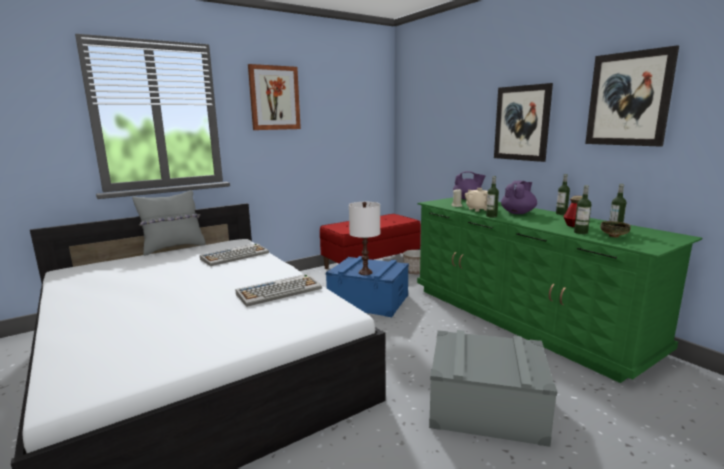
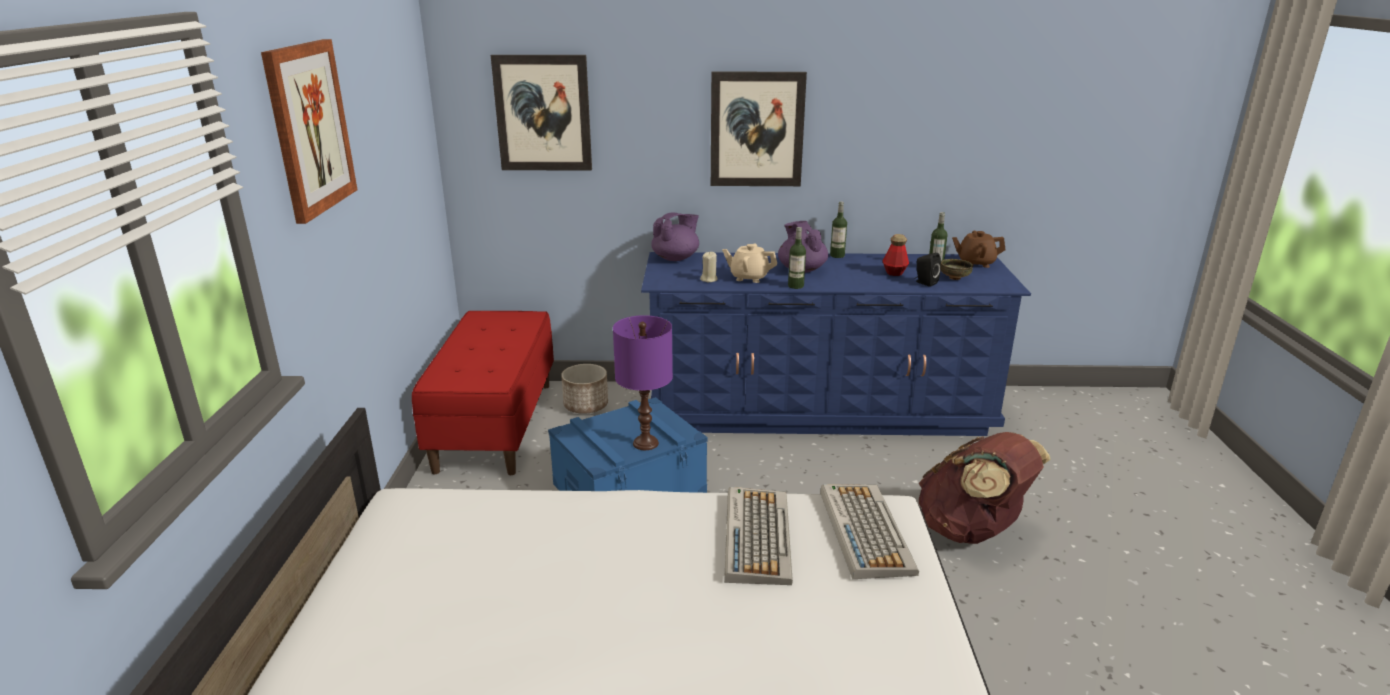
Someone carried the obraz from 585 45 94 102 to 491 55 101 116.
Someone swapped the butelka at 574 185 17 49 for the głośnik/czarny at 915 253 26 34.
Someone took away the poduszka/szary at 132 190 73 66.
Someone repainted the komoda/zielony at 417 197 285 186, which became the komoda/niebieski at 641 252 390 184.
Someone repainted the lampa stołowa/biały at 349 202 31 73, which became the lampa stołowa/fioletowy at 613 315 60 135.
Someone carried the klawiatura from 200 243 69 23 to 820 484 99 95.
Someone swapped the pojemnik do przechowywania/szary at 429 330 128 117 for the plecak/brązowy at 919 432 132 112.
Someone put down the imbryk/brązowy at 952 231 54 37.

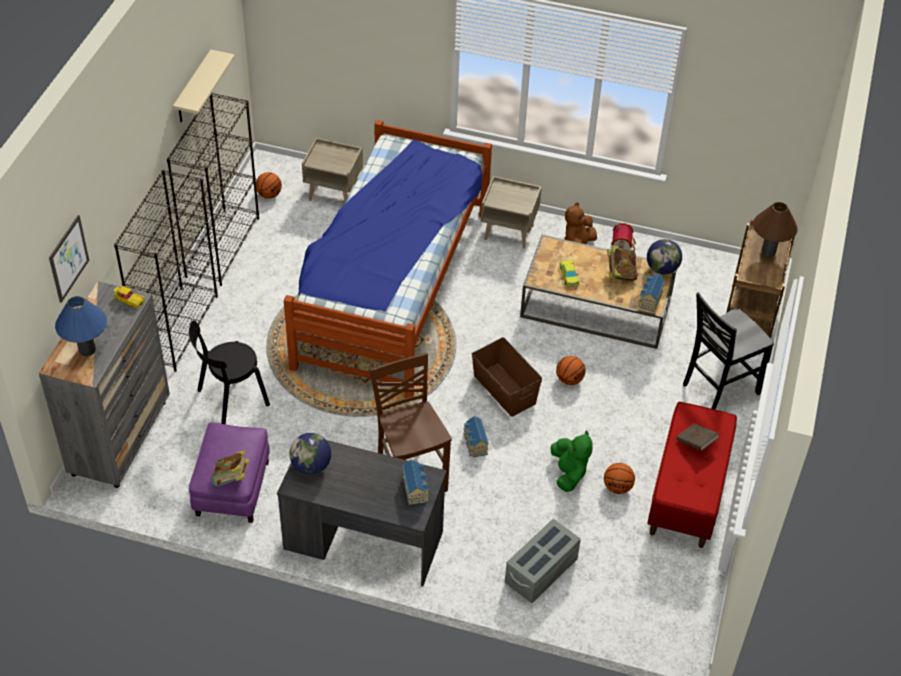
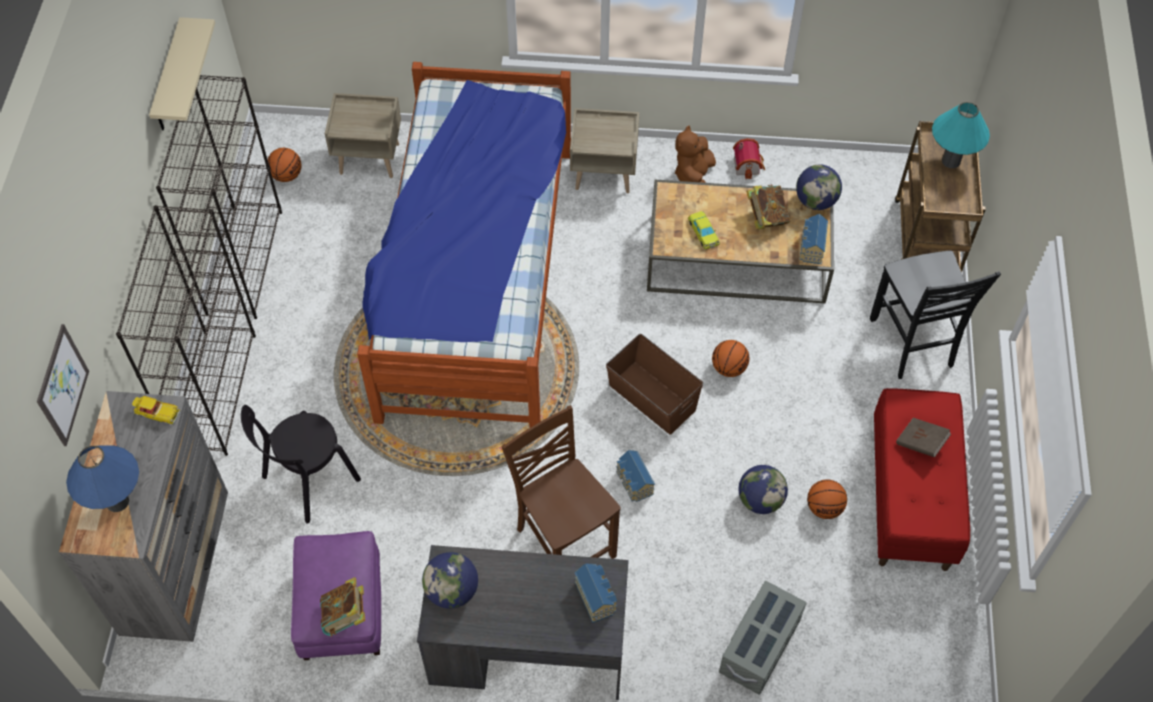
Someone repainted the lampa stołowa/brązowy at 753 202 45 54, which became the lampa stołowa/turkusowy at 932 102 58 66.
Someone rotated the krzesło/czarny at 683 292 91 117 by 60 degrees counterclockwise.
Someone swapped the pluszak/zielony at 551 431 42 61 for the globus at 738 465 50 49.

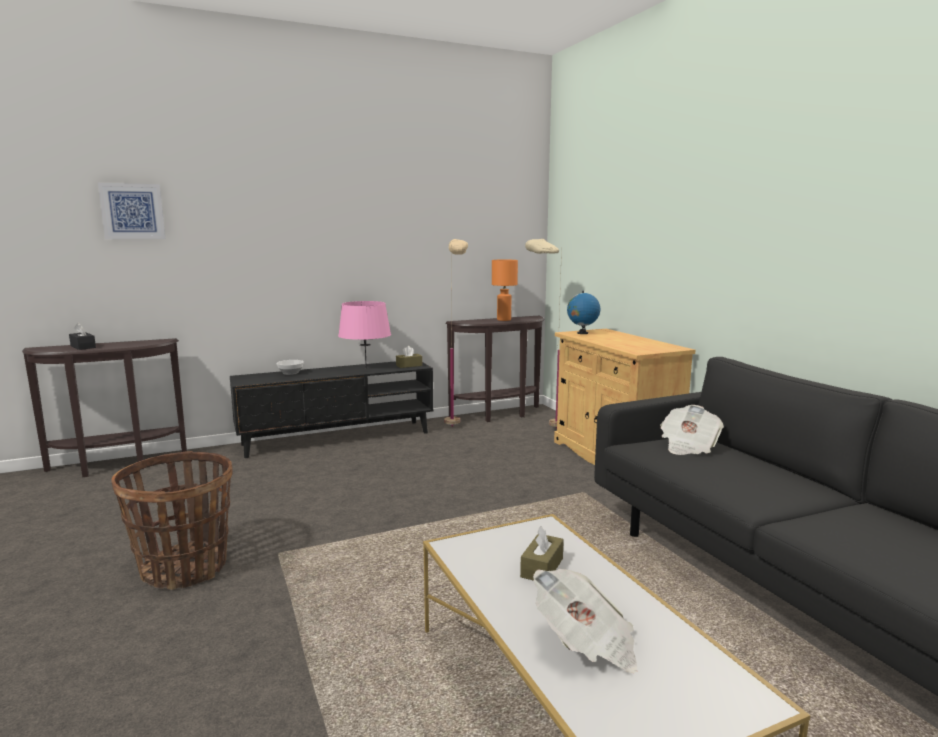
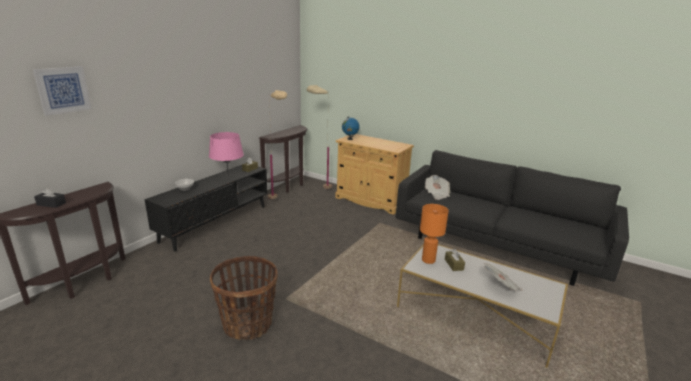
Someone carried the lampa stołowa/pomarańczowy from 492 260 26 61 to 420 204 29 60.

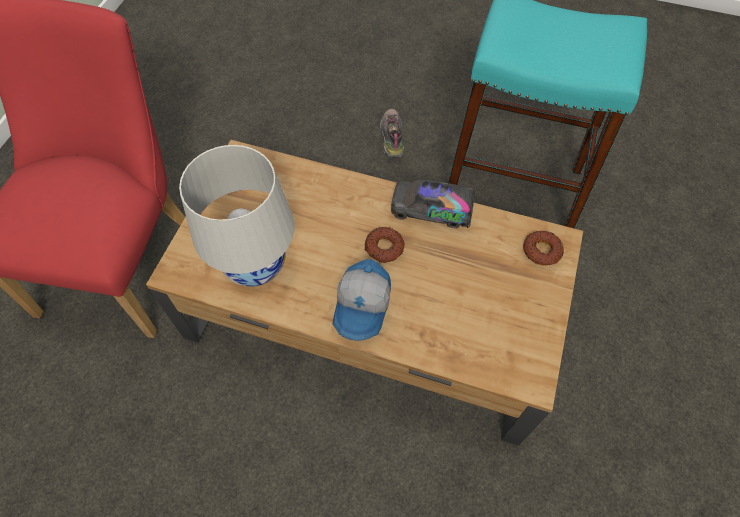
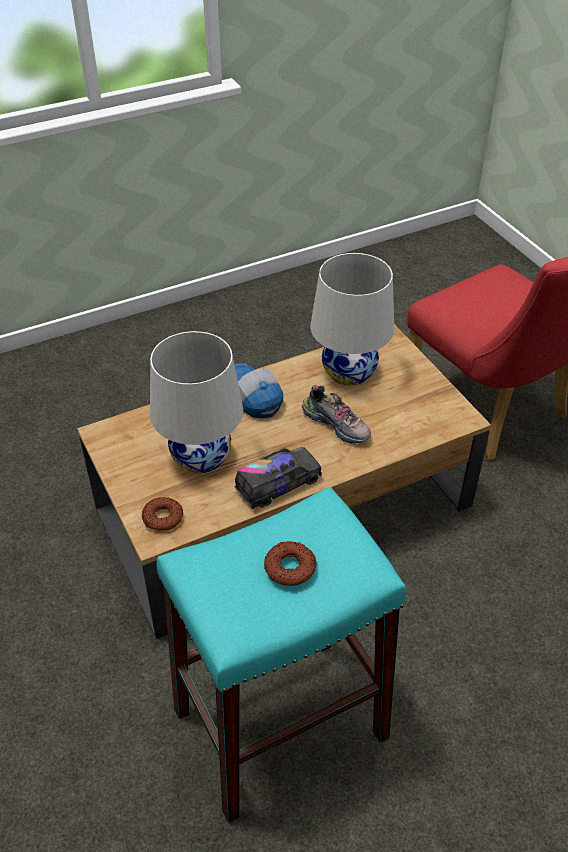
Someone carried the but from 379 109 25 49 to 302 385 69 59.
Someone carried the donut from 364 227 41 36 to 264 541 53 45.
Someone put down the lampa stołowa/biały at 150 331 93 142.

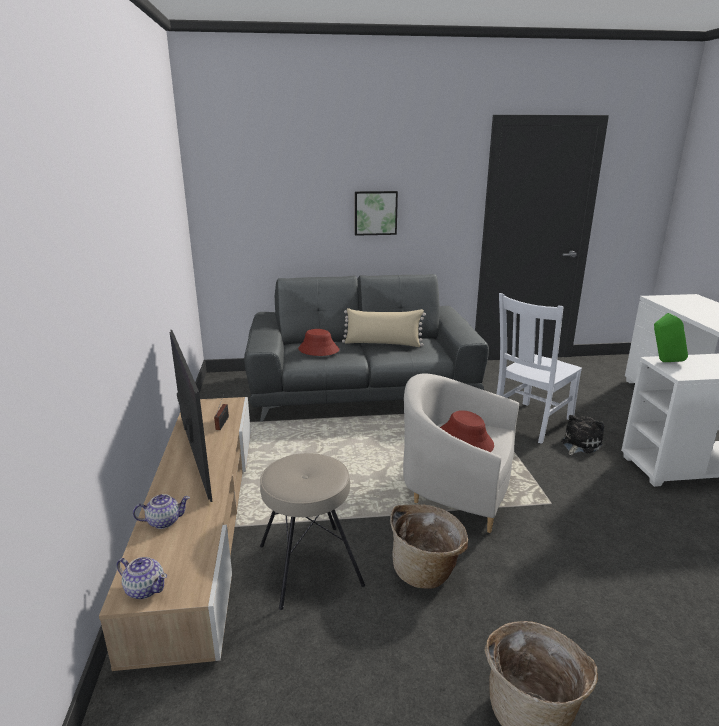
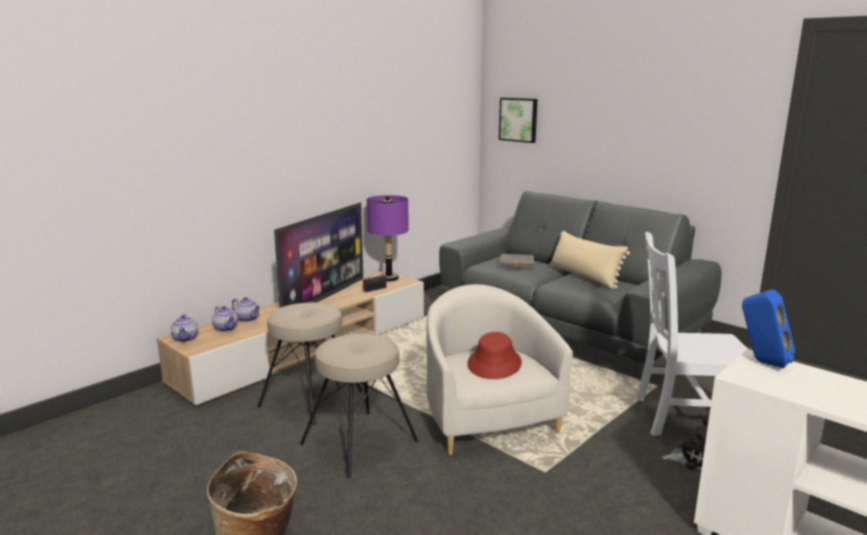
Someone carried the obraz from 355 191 43 45 to 499 98 38 45.
Someone repainted the głośnik/zielony at 654 313 34 49, which became the głośnik/niebieski at 742 289 53 79.
Someone swapped the kapelusz/czerwony at 298 329 41 27 for the książka/szary at 499 254 35 14.
Someone swapped the koszyk at 390 504 78 85 for the stołek/beżowy at 300 334 118 144.
Someone put down the lampa stołowa/fioletowy at 367 195 42 86.
Someone put down the imbryk at 212 306 26 26.

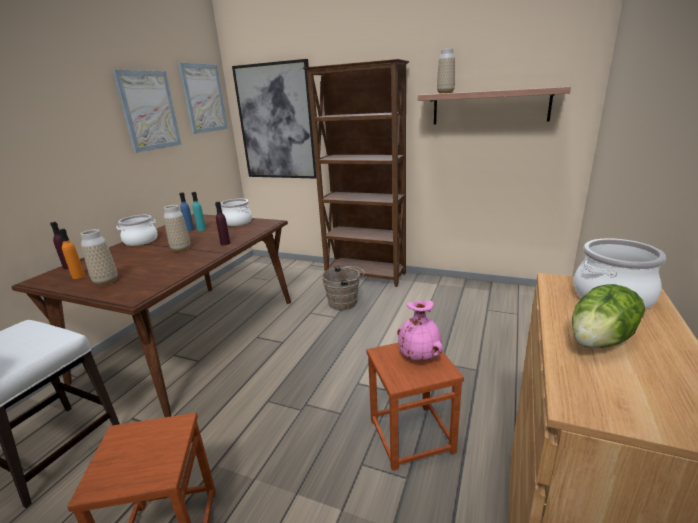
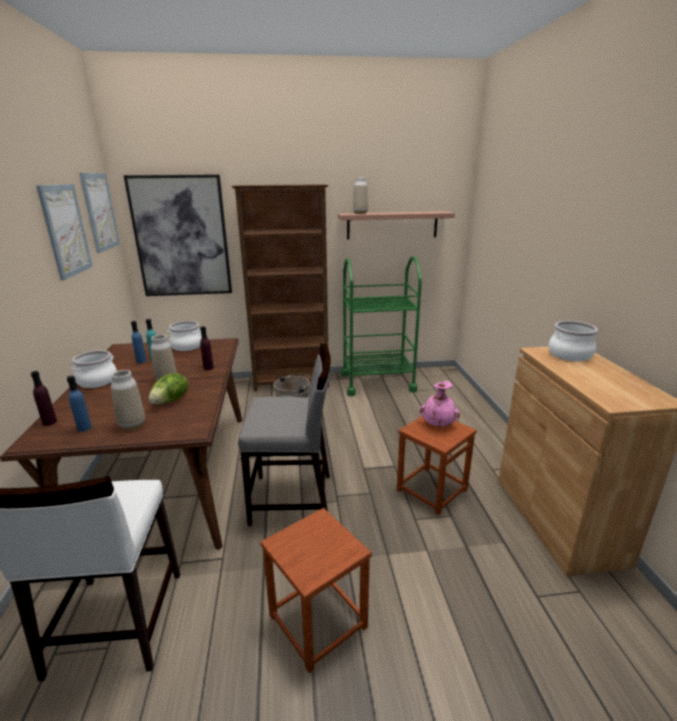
Someone repainted the butelka/pomarańczowy at 59 229 26 50, which became the butelka/niebieski at 67 376 25 56.
Someone carried the sałata from 572 284 73 64 to 149 373 39 32.
Someone put down the wózek/zielony at 341 256 81 140.
Someone put down the krzesło/szary at 238 344 92 182.

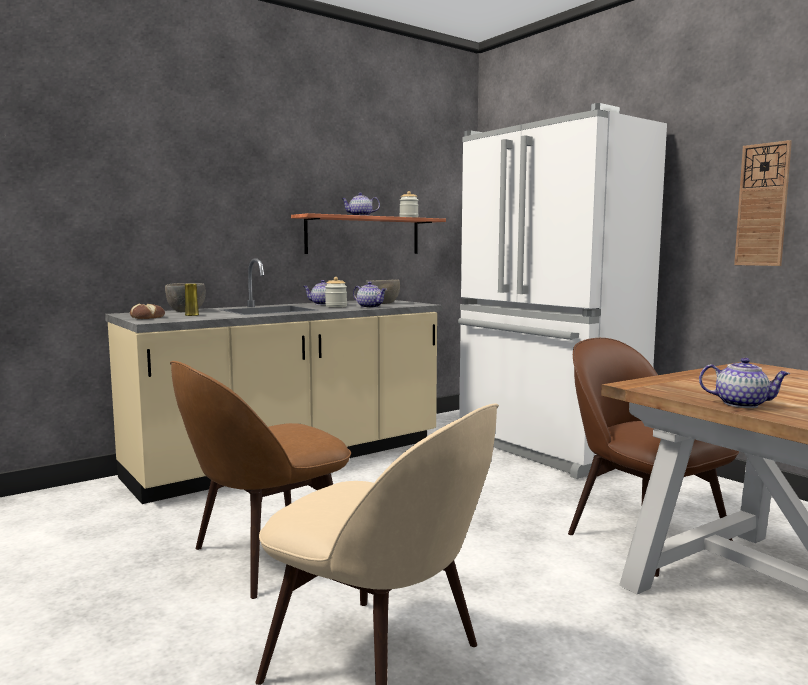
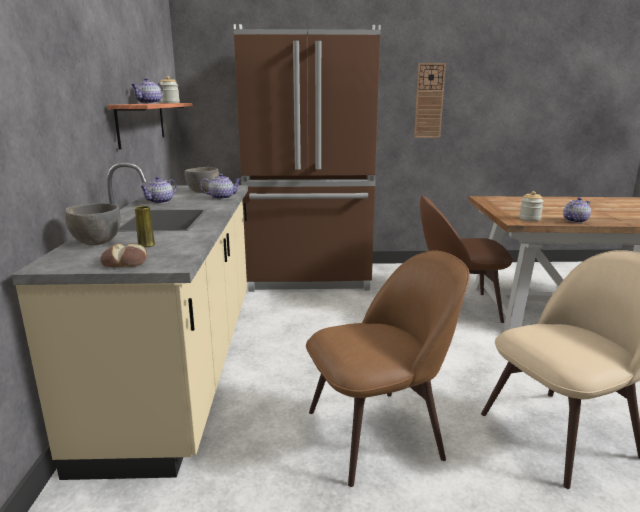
Someone repainted the lodówka/biały at 458 103 209 376, which became the lodówka/brązowy at 233 24 148 268.
Someone carried the słoik from 325 277 22 30 to 519 191 25 30.
Someone rotated the krzesło/brązowy at 170 361 181 238 by 105 degrees counterclockwise.

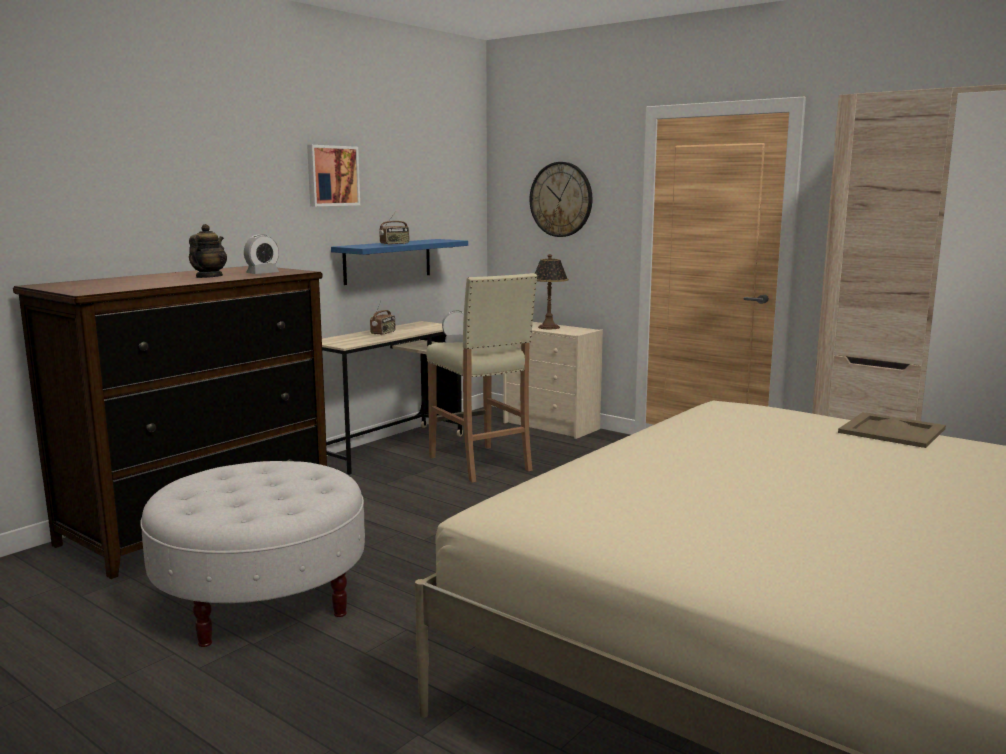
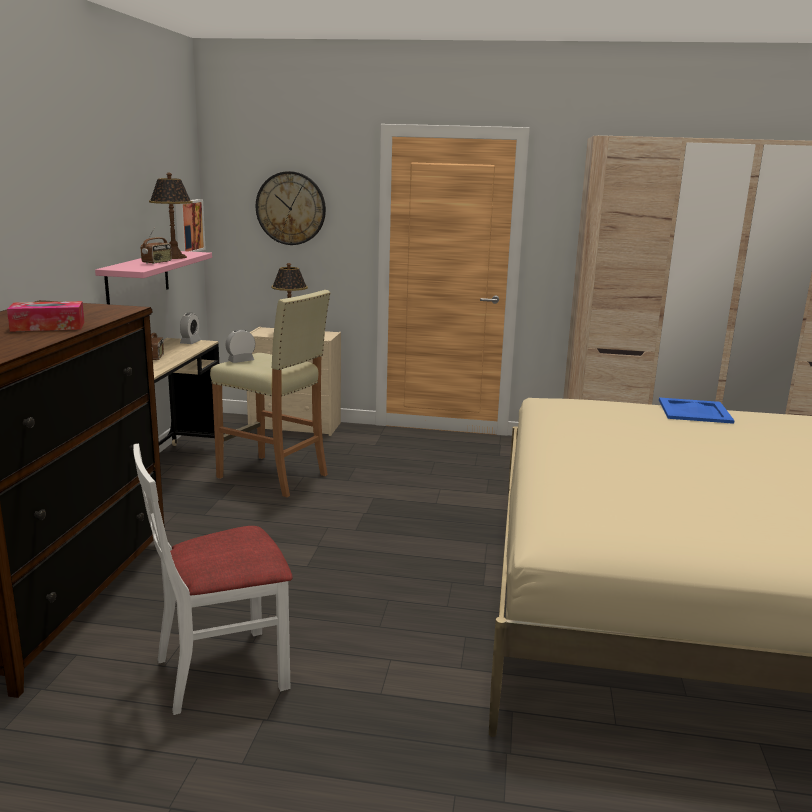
Someone carried the obraz from 307 145 53 61 to 175 199 31 53.
Someone swapped the imbryk at 189 224 38 54 for the pudełko chusteczek at 7 301 78 31.
Someone carried the budzik from 244 234 35 40 to 180 313 21 31.
Someone repainted the półka/niebieski at 331 239 137 46, which became the półka/różowy at 95 251 117 53.
Someone repainted the taca/beżowy at 838 412 108 36, which became the taca/niebieski at 659 397 76 27.
Someone swapped the pufa/biały at 140 461 225 186 for the krzesło/biały at 133 444 160 271.
Someone put down the lampa stołowa at 149 173 44 86.

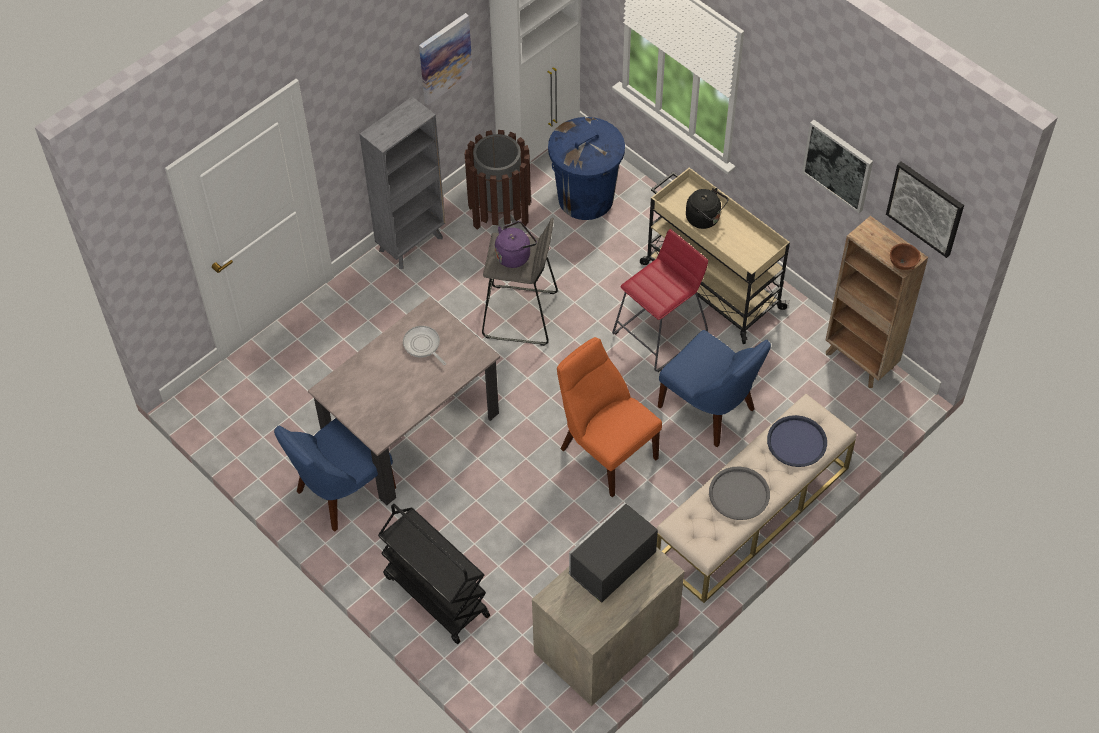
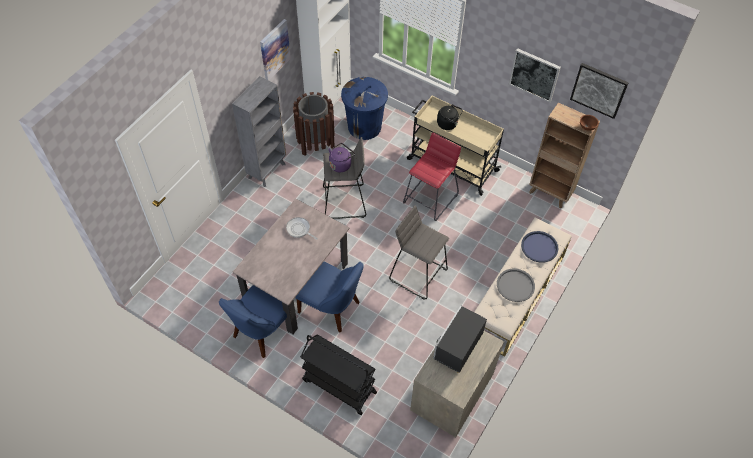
Someone carried the krzesło/niebieski from 658 330 113 117 to 295 262 69 71.
Someone swapped the krzesło/pomarańczowy at 557 337 105 160 for the stołek/szary at 389 206 60 93.

